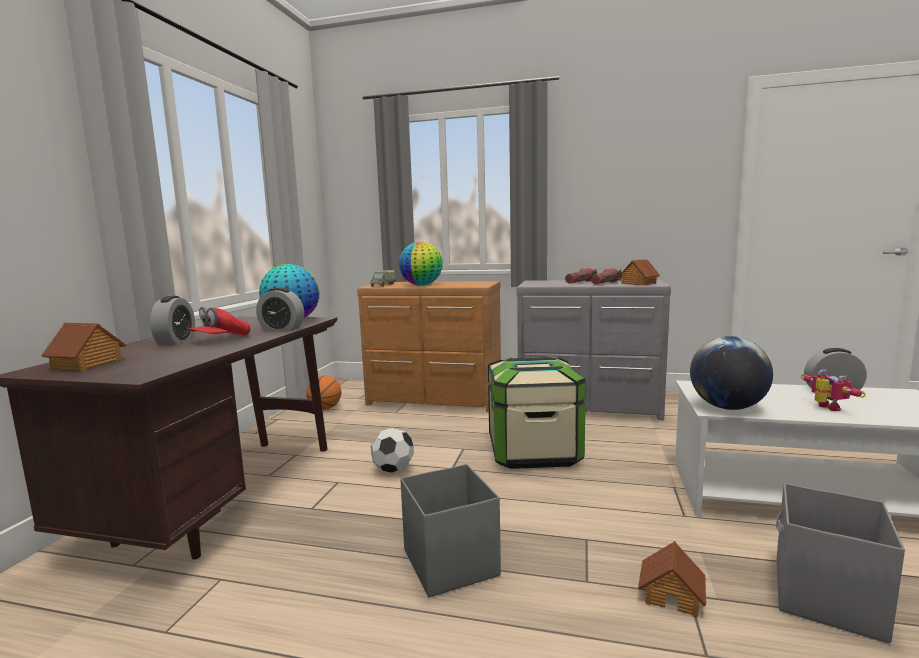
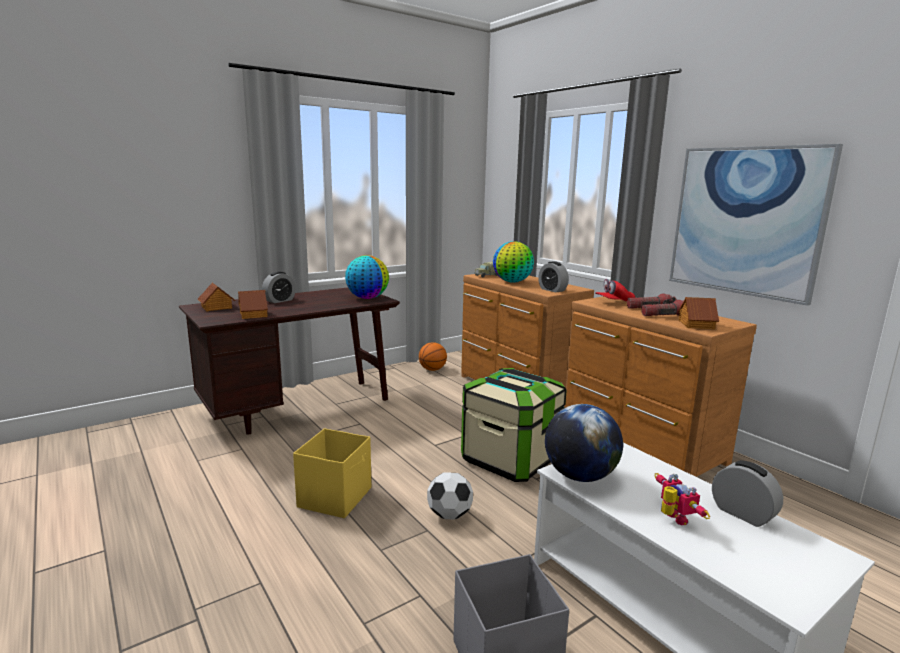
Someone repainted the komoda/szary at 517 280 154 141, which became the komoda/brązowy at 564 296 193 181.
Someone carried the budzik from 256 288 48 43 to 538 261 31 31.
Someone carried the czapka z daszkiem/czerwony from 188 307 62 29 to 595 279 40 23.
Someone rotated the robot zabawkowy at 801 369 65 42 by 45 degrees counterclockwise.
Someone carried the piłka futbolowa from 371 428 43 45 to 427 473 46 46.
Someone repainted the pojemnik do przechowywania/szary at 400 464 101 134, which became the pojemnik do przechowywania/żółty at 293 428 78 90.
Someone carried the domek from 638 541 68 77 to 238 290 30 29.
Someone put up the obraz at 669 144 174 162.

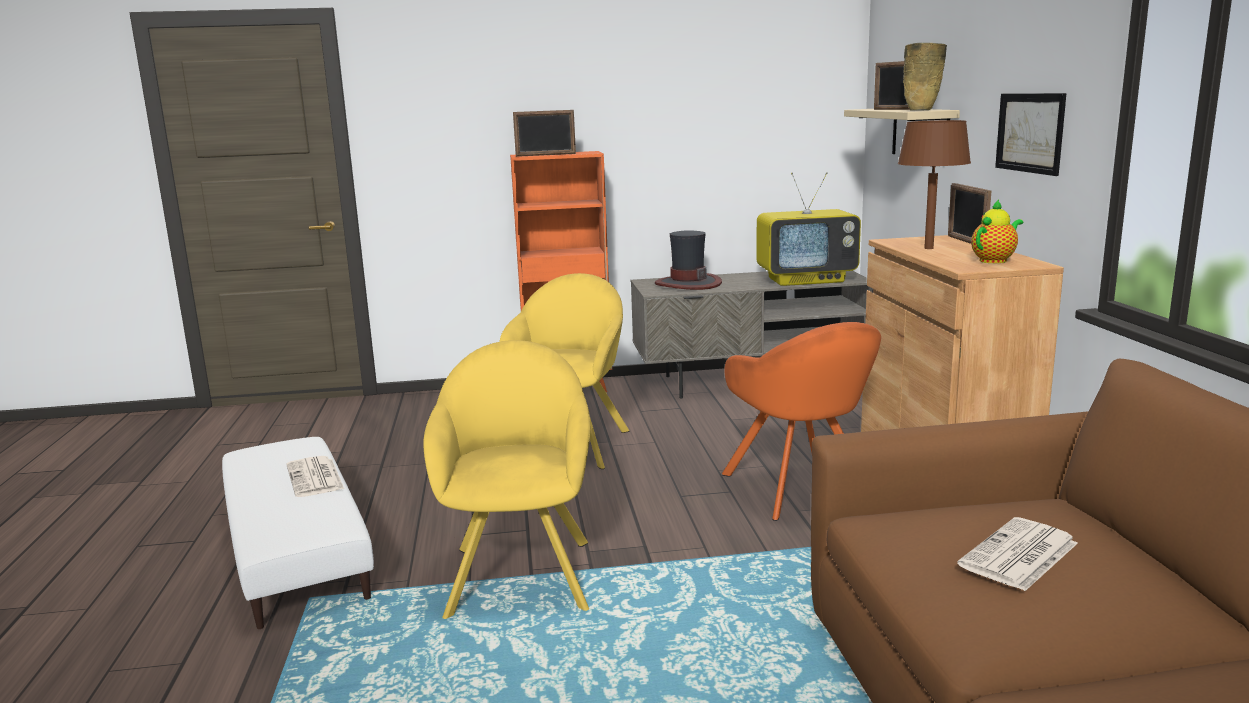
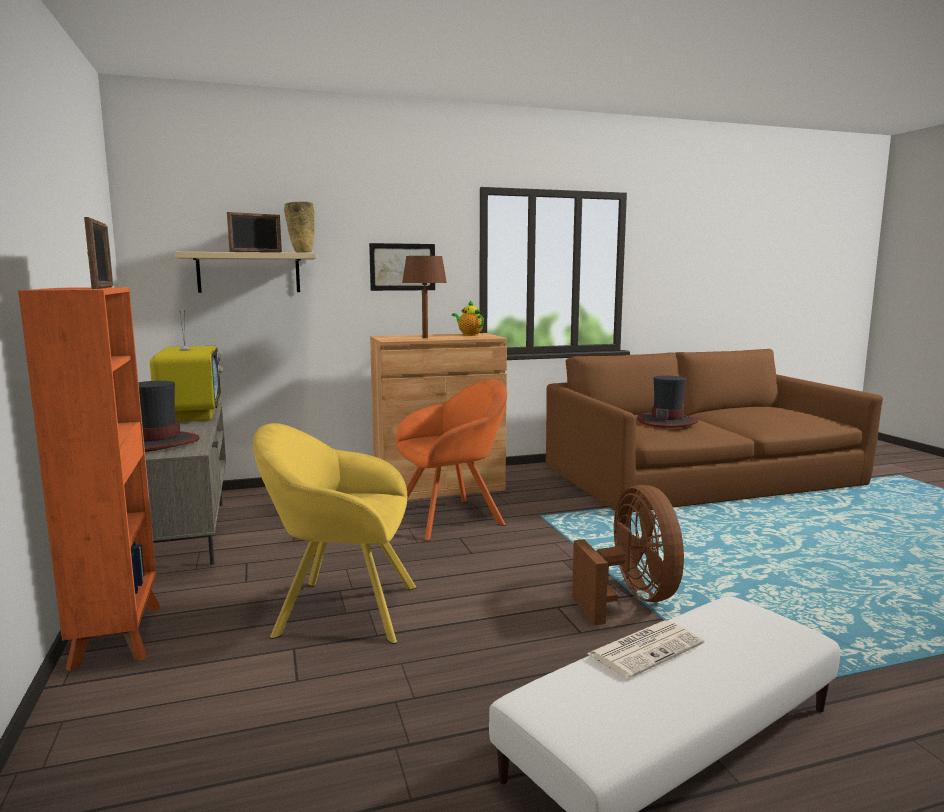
Someone took away the ramka na zdjęcie at 948 183 43 61.
Someone swapped the fotel/żółty at 423 340 167 279 for the wentylator/brązowy at 572 485 112 140.
Someone swapped the gazeta at 957 517 121 74 for the kapelusz at 637 375 61 53.

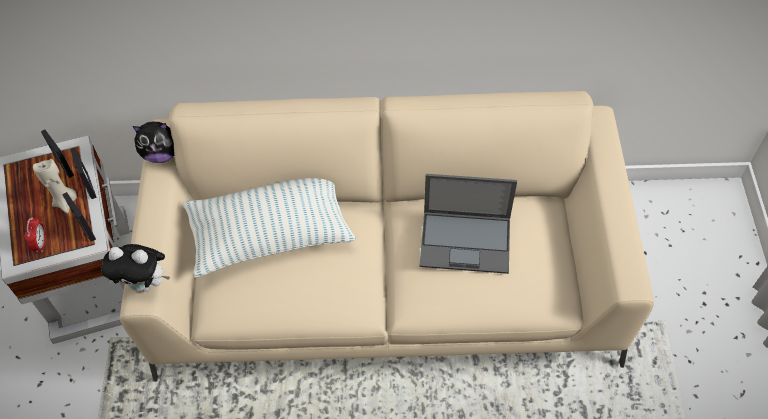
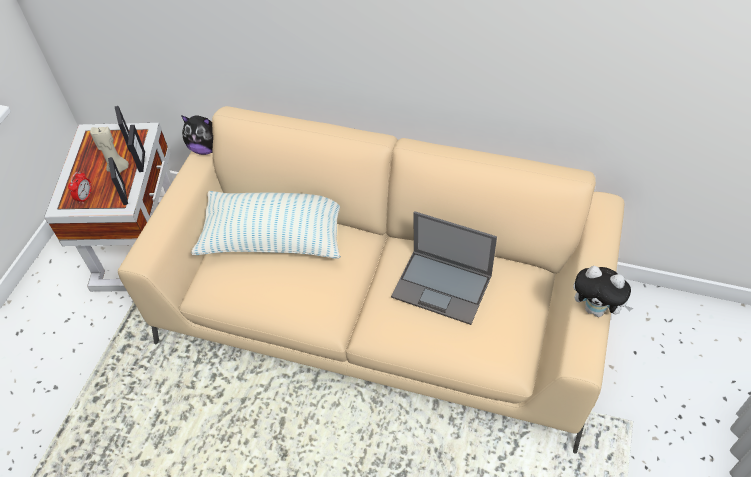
Someone carried the pluszak from 101 244 69 48 to 573 266 60 51.

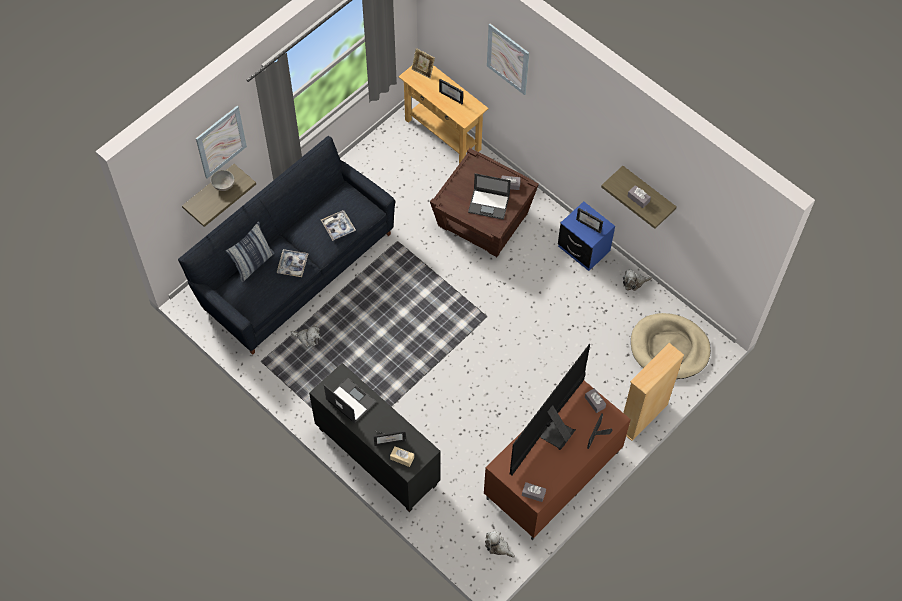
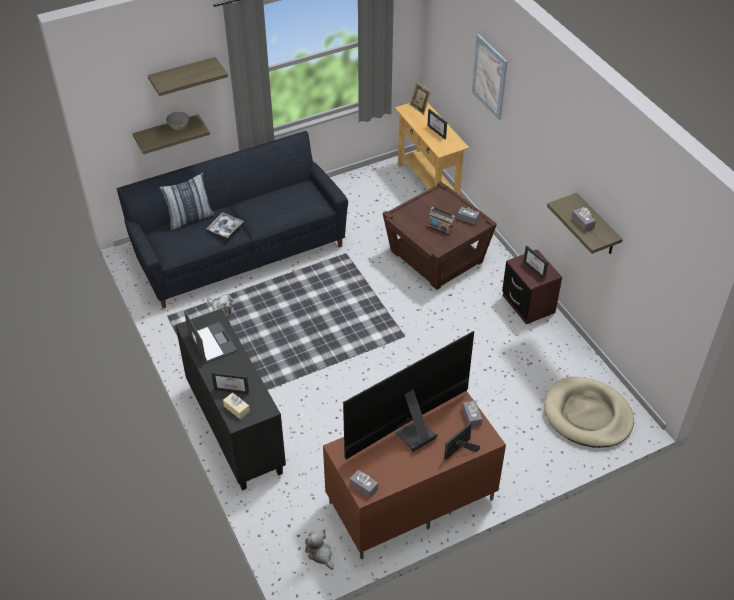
Someone swapped the obraz at 196 106 51 72 for the półka at 148 57 80 39.
Someone swapped the laptop at 468 173 43 47 for the radio at 429 207 26 28.
Someone repainted the szafka nocna/niebieski at 558 201 57 70, which became the szafka nocna/brązowy at 502 249 60 75.
Someone took away the taca at 321 210 35 31.
Someone took away the pluszak at 623 269 29 22.
Someone took away the regał/beżowy at 623 343 61 98.

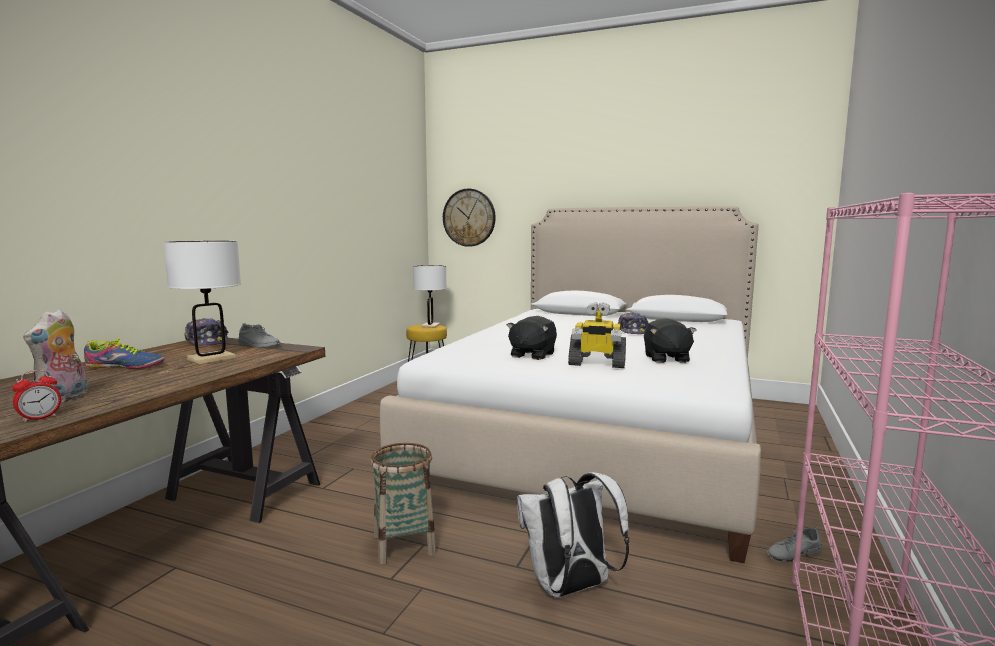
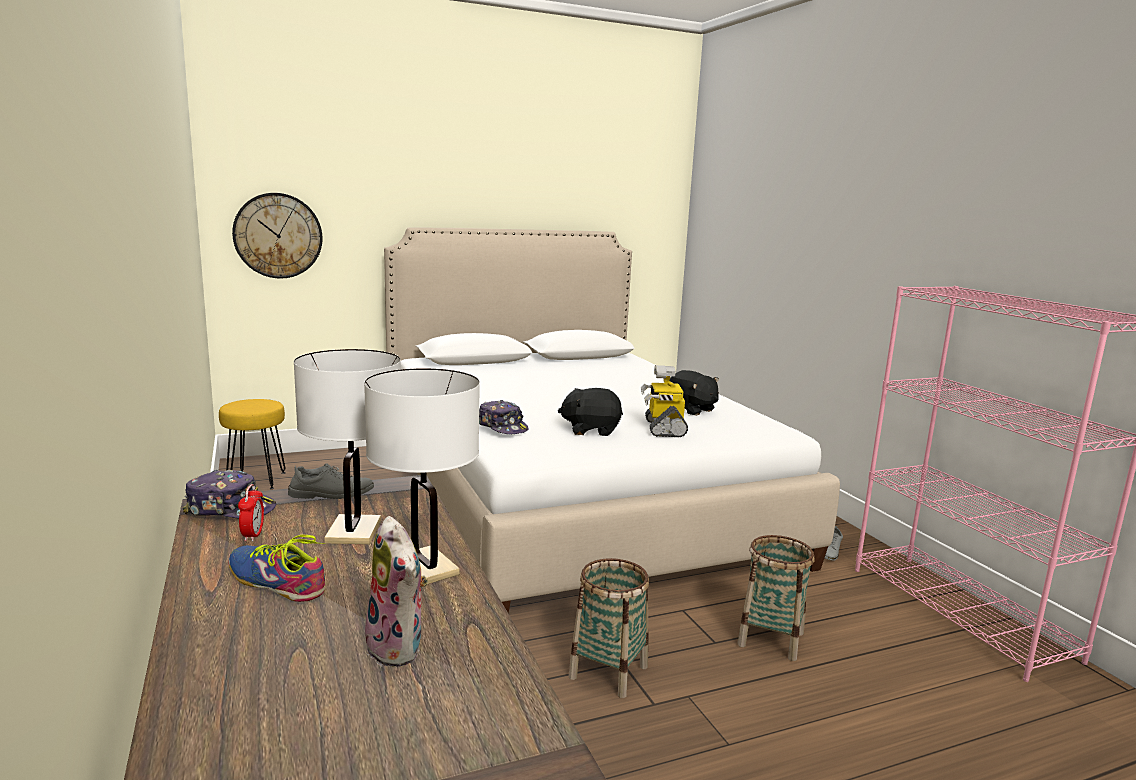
Someone carried the lampa stołowa/biały from 413 265 33 63 to 364 368 116 216.
Someone rotated the robot zabawkowy at 568 302 58 66 by 120 degrees clockwise.
Someone carried the czapka z daszkiem from 618 312 30 22 to 479 400 49 34.
Someone rotated the pluszak/czarny at 507 316 50 44 by 105 degrees clockwise.
Someone rotated the but at 83 338 81 31 by 105 degrees counterclockwise.
Someone carried the budzik from 12 370 49 53 to 238 484 26 58.
Someone swapped the plecak/biały at 517 472 112 125 for the koszyk at 737 535 77 126.

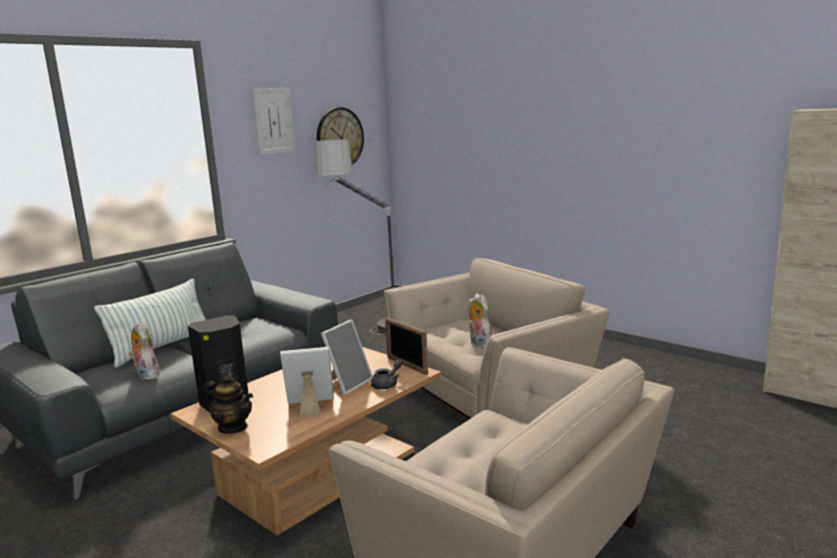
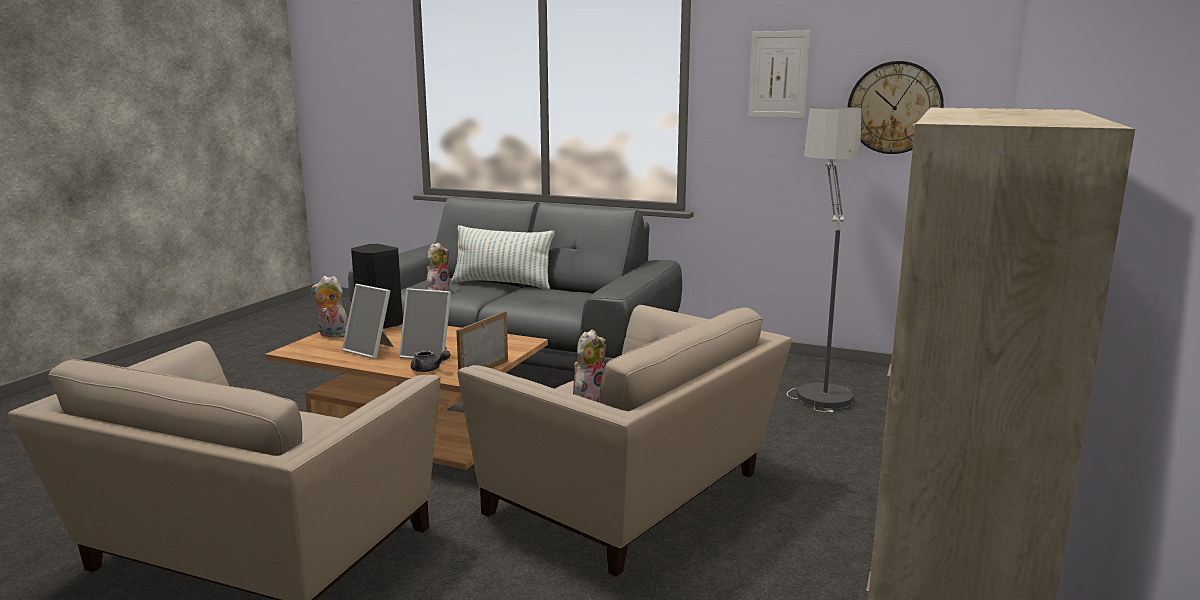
Someone rotated the ramka na zdjęcie at 280 347 54 71 by 150 degrees clockwise.
Someone swapped the imbryk at 205 375 48 59 for the pluszak at 311 276 37 63.

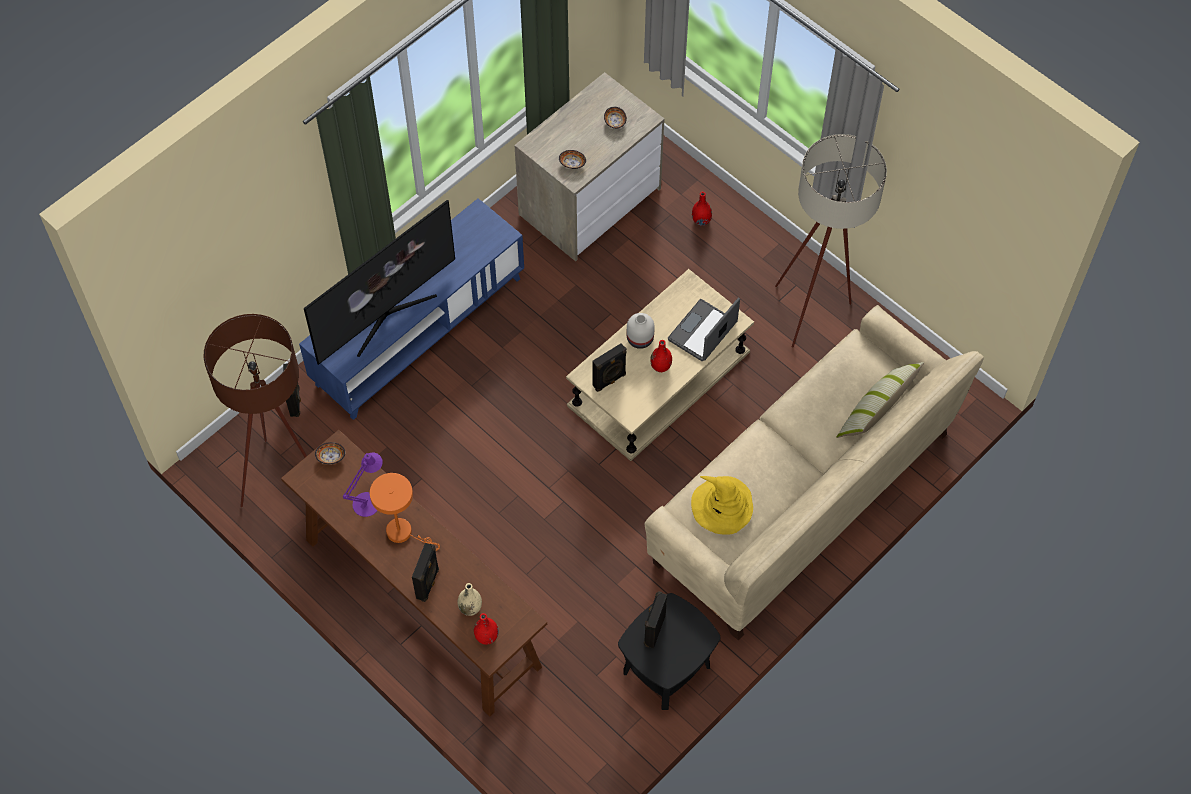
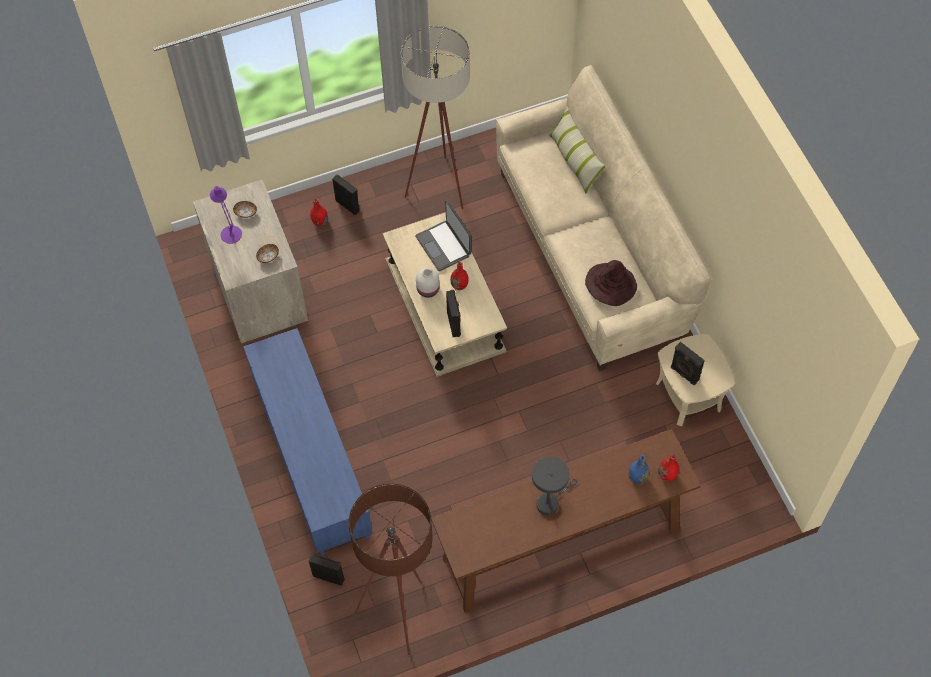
Someone took away the telewizor at 304 200 151 165.
Someone took away the miska at 315 442 30 22.
Someone carried the lampa stołowa/fioletowy from 343 453 40 64 to 210 186 32 58.
Someone repainted the lampa stołowa/pomarańczowy at 370 473 70 78, which became the lampa stołowa/szary at 532 457 45 58.
Someone repainted the kapelusz/żółty at 691 476 62 59, which became the kapelusz/brązowy at 585 260 52 46.
Someone carried the głośnik/czarny from 412 543 27 59 to 332 174 28 41.
Someone repainted the wazon/beżowy at 457 583 25 33, which became the wazon/niebieski at 628 455 21 29.
Someone repainted the stolik/czarny at 618 593 103 117, which became the stolik/beżowy at 656 334 79 93.

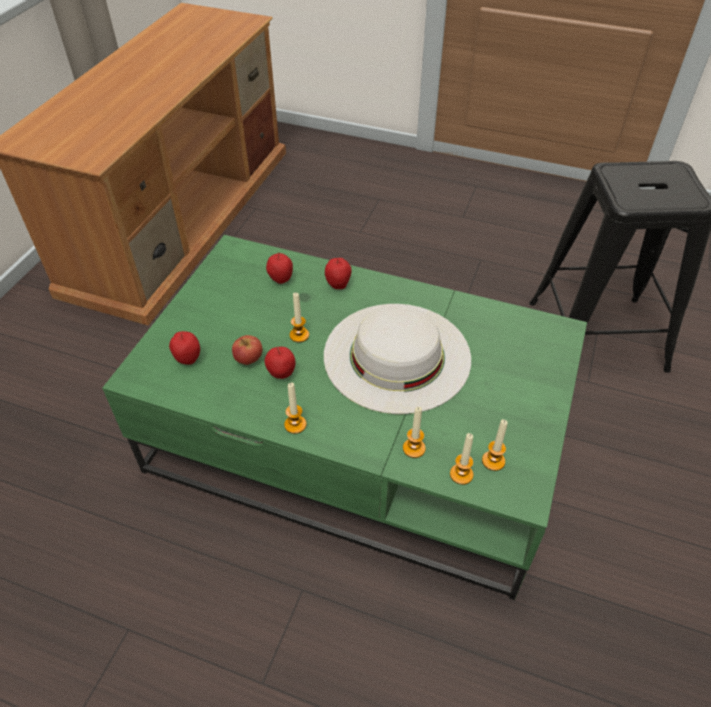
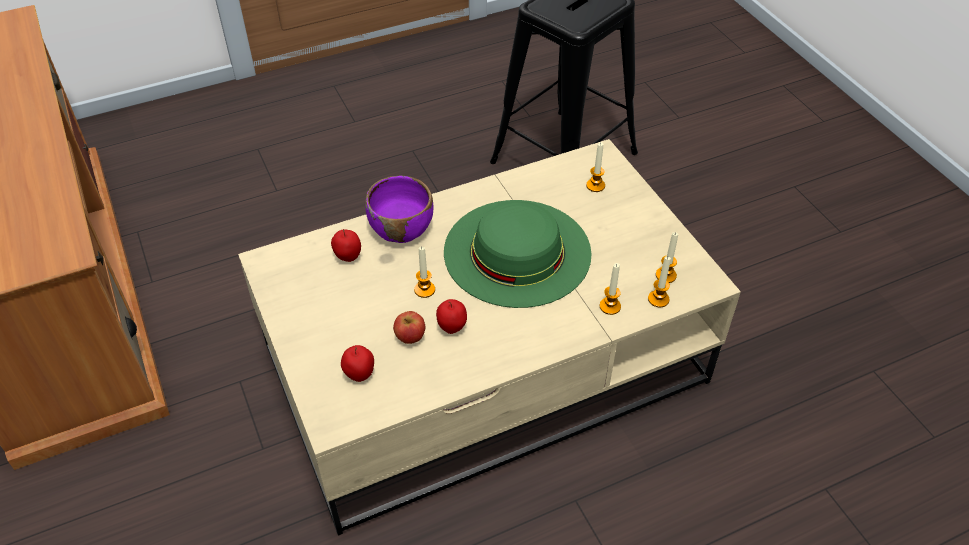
Someone repainted the ława/zielony at 102 235 485 365, which became the ława/beżowy at 238 139 503 396.
Someone swapped the jabłko at 325 258 27 31 for the miska/fioletowy at 365 176 68 67.
Someone repainted the kapelusz/biały at 324 304 147 110, which became the kapelusz/zielony at 444 200 148 108.
Someone carried the świeca from 284 382 22 52 to 586 142 19 50.

